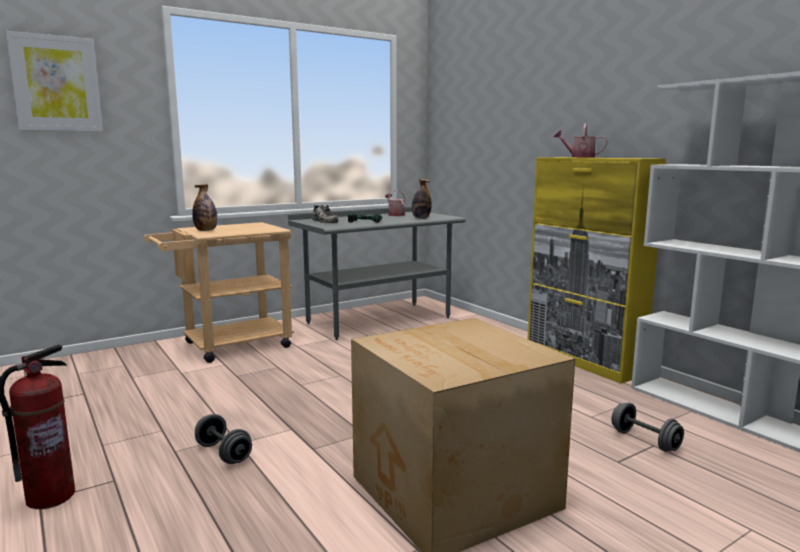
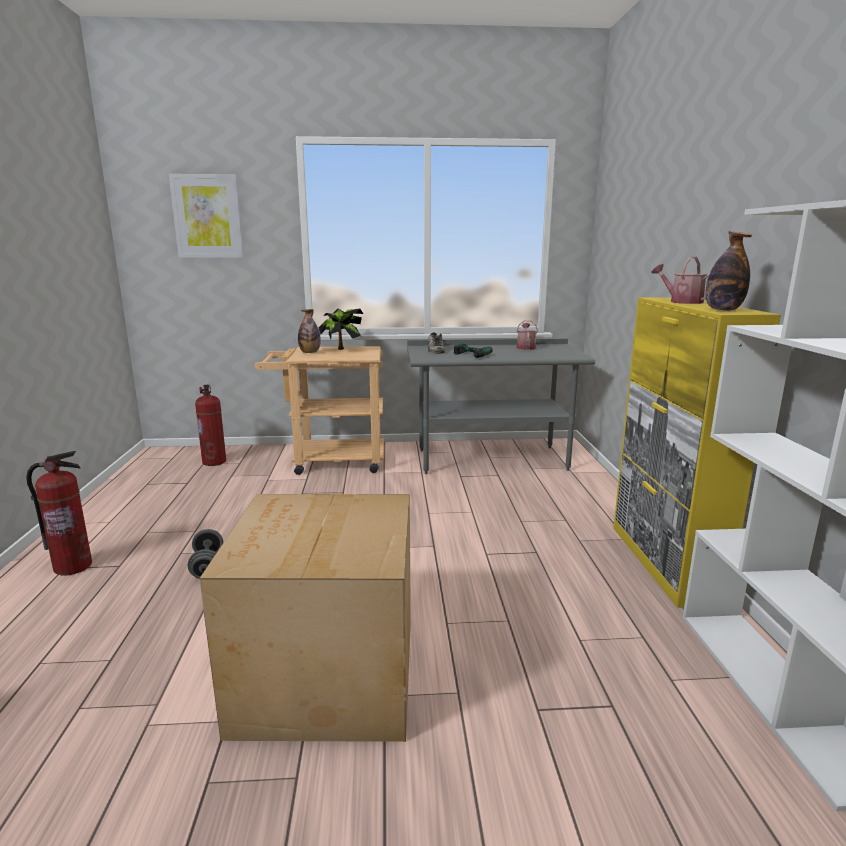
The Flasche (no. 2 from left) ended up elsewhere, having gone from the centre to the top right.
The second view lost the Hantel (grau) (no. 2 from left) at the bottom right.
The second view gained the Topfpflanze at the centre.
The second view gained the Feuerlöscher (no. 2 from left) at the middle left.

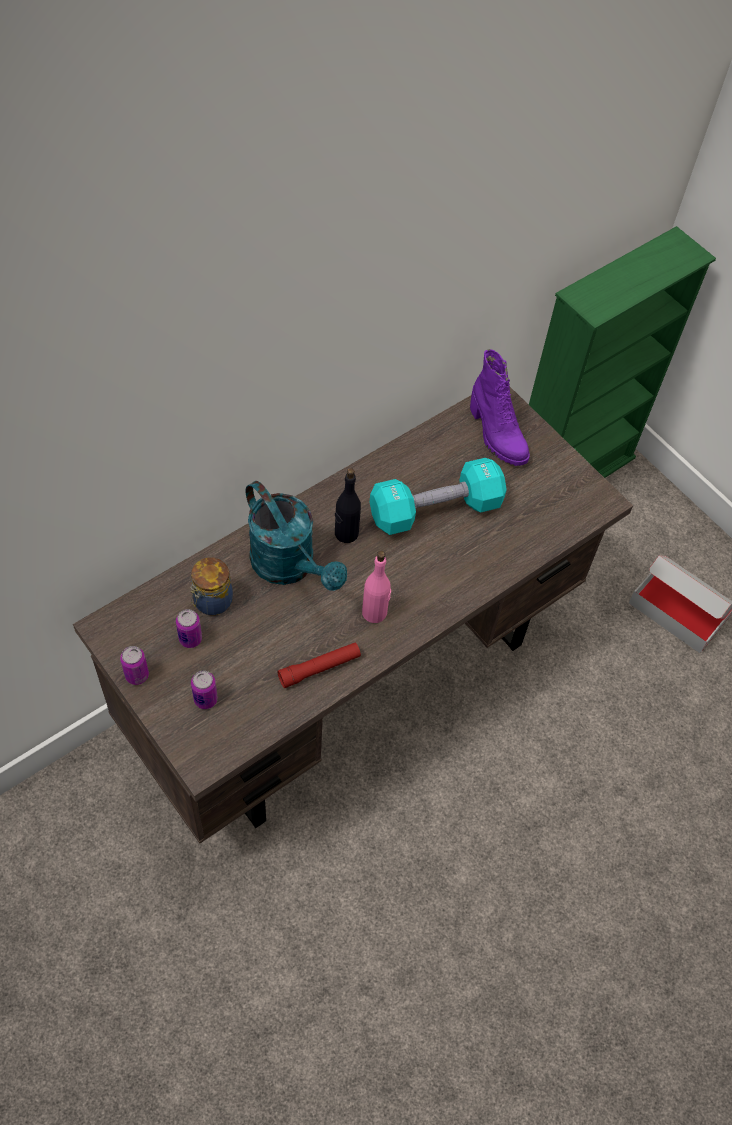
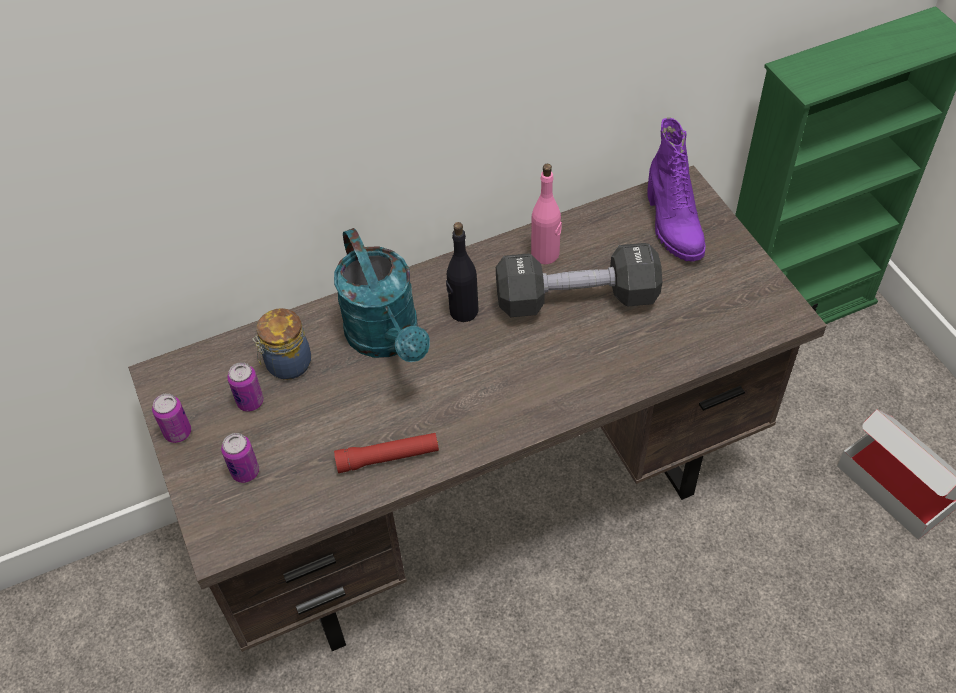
What was the Hantel (türkis) at the centre turned into the Hantel (schwarz) at the centre.
The Flasche (rosa) ended up elsewhere, having gone from the centre to the top centre.

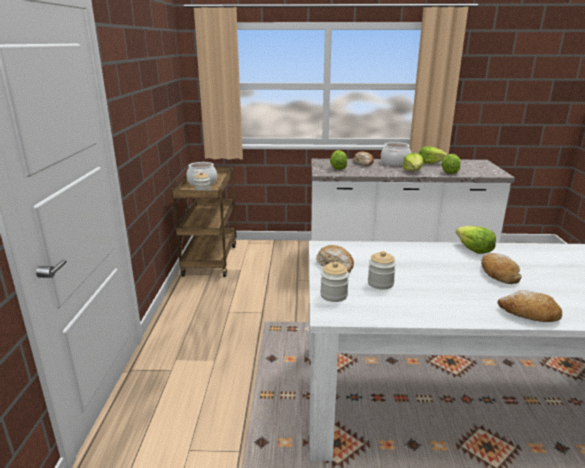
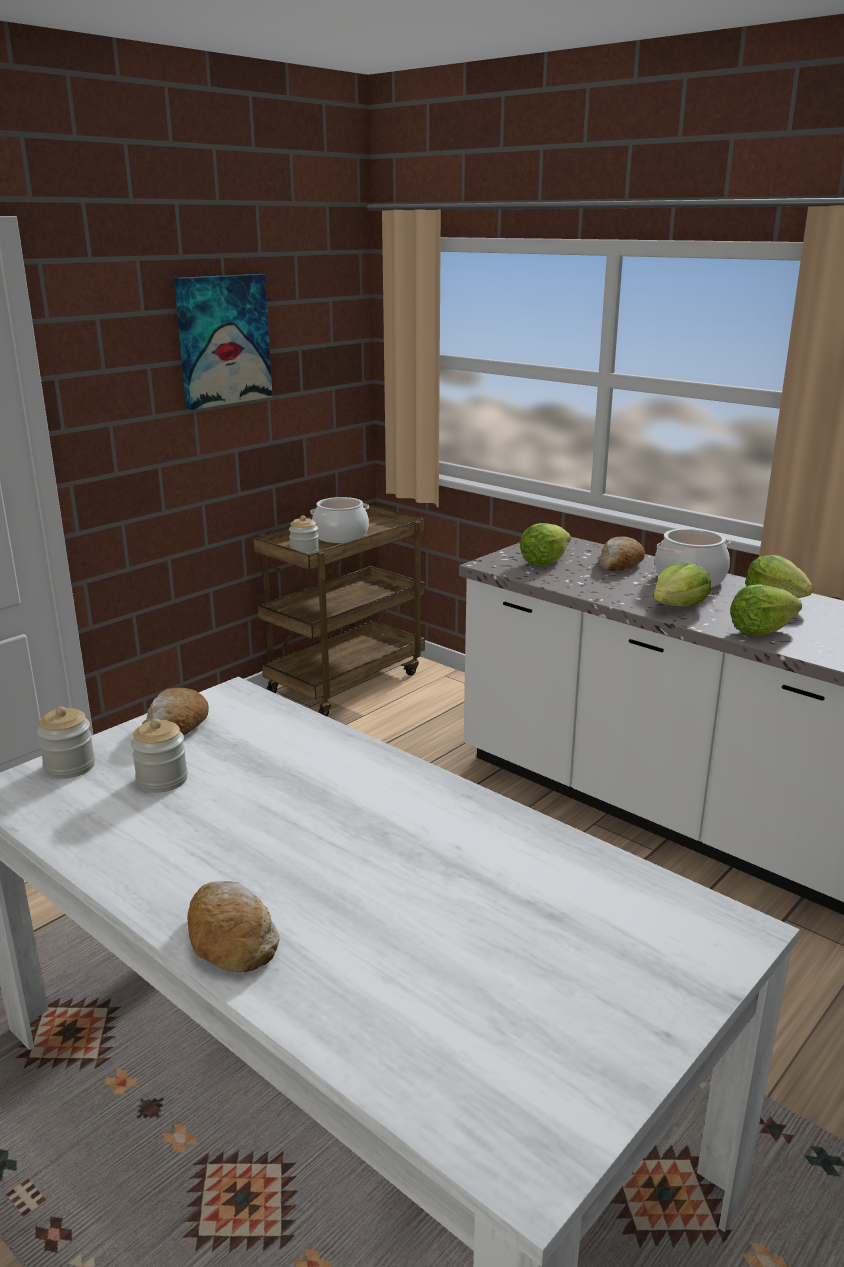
The second view lost the Salatkopf (no. 5 from left) at the middle right.
The second view lost the Brot (no. 3 from left) at the middle right.
The second view gained the Bild at the top left.

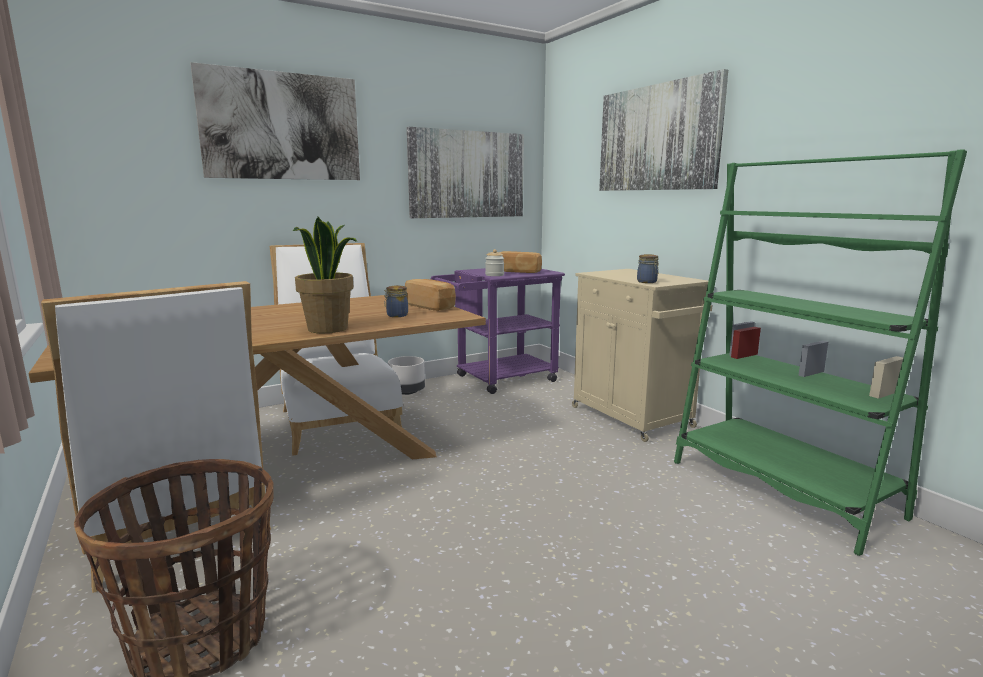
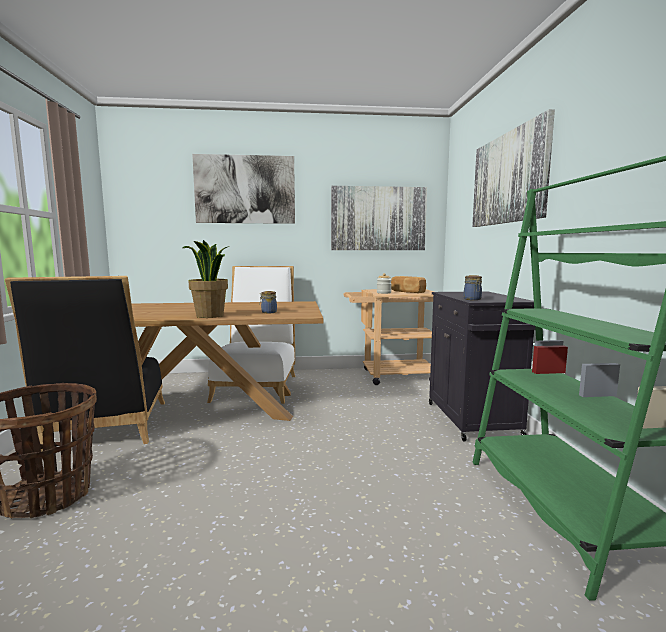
What was the Rollwagen (lila) at the centre turned into the Rollwagen (beige) at the centre.
What was the Schrank (beige) at the centre turned into the Schrank (schwarz) at the middle right.
The second view lost the Brot (no. 1 from left) at the centre.
What was the Stuhl (weiß) (no. 1 from left) at the middle left turned into the Stuhl (schwarz) at the middle left.
The second view lost the Pflanzkübel (grau) at the centre.

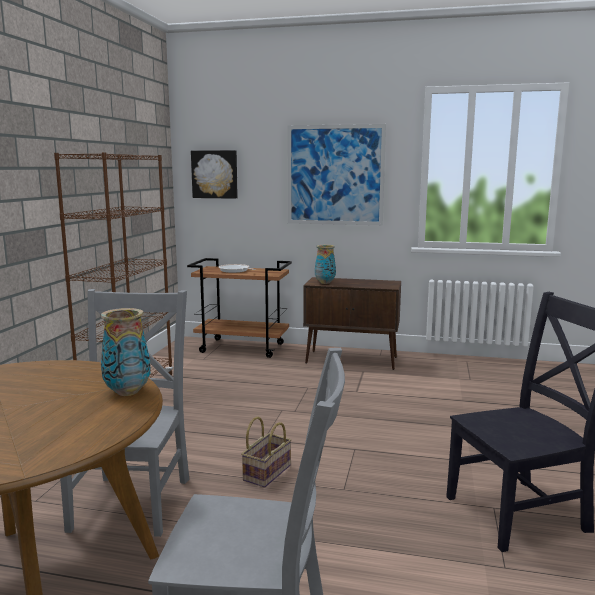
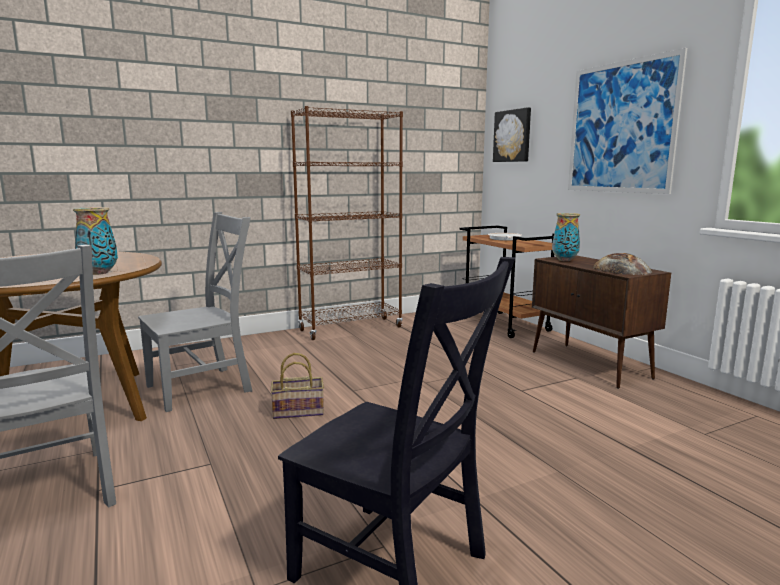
The second view gained the Brot at the middle right.

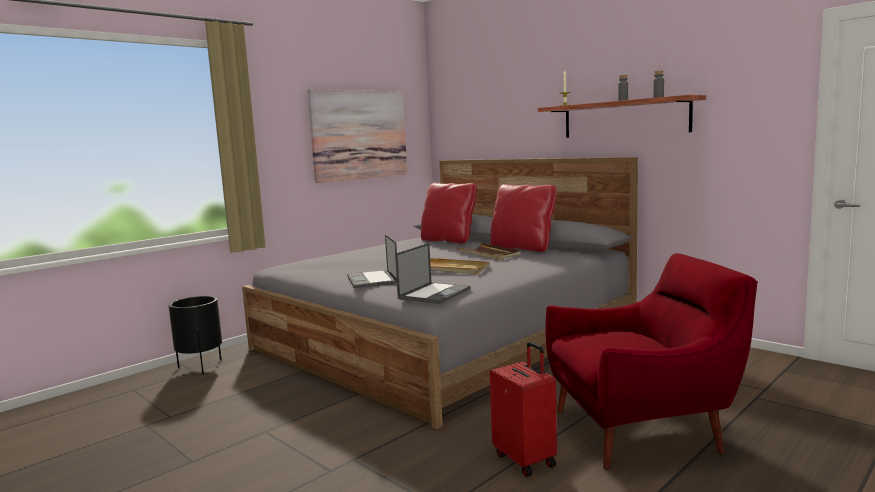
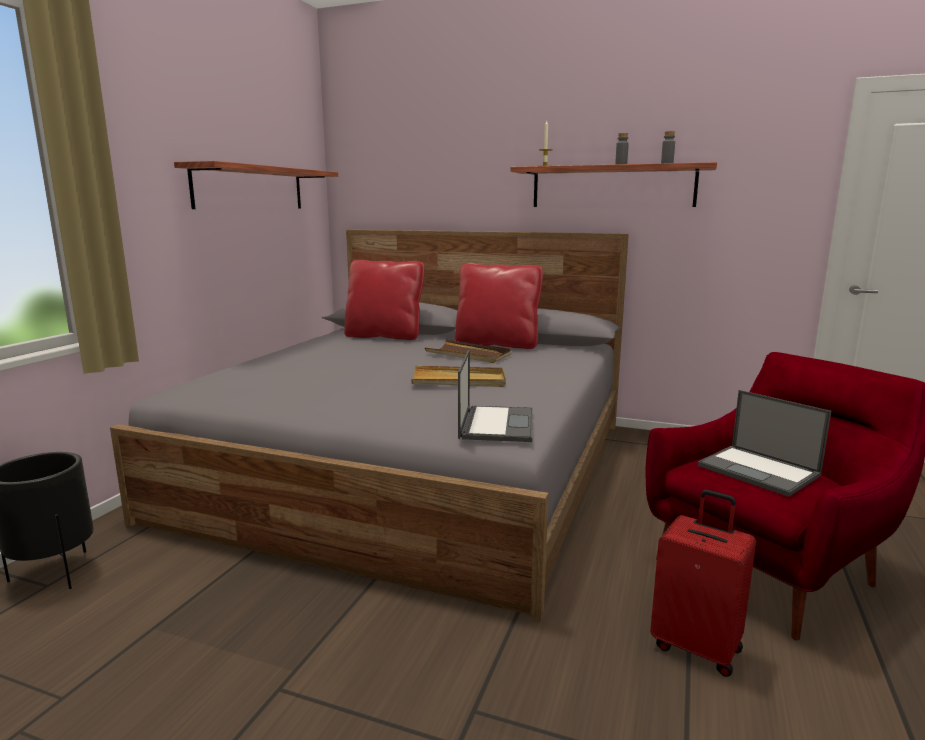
Where the Bild hung at the top centre, the Wandregal (no. 1 from left) came to hang at the top left.
The Laptop (no. 1 from left in the first image) ended up elsewhere, having gone from the centre to the middle right.

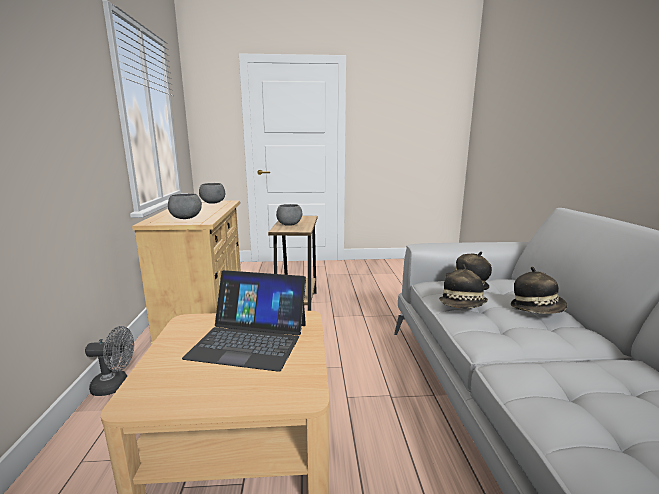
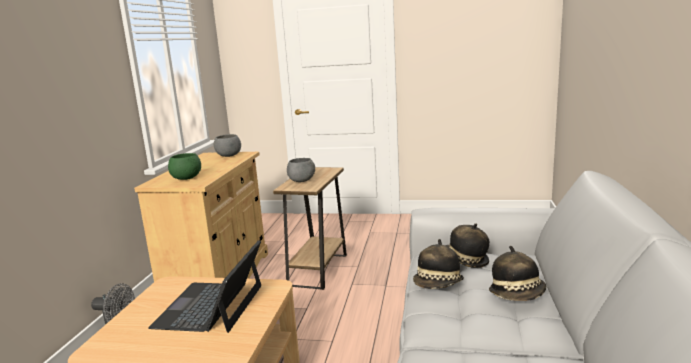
What was the Schüssel (grau) (no. 1 from left) at the middle left turned into the Schüssel (grün) at the middle left.
The Laptop at the centre ended up facing another way, 75 degrees clockwise from before.

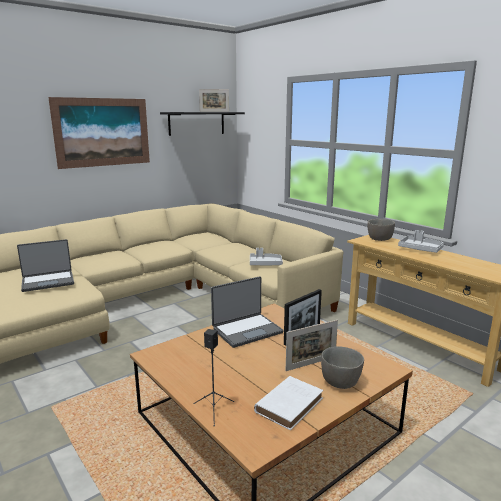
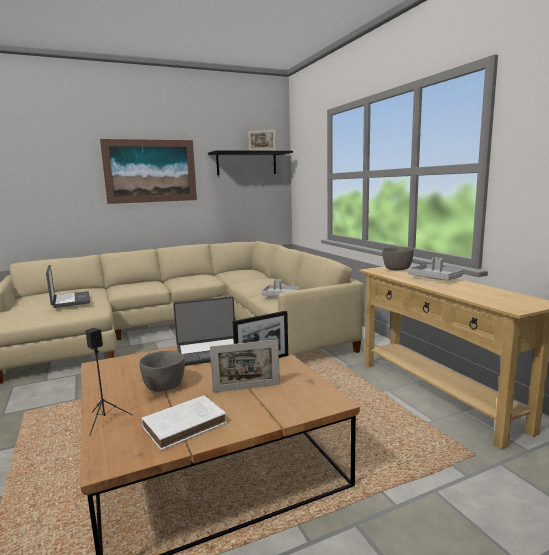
The Laptop (no. 1 from left) at the middle left ended up facing another way, 105 degrees counterclockwise from before.
The Schüssel (grau) (no. 1 from left) ended up elsewhere, having gone from the bottom right to the bottom left.

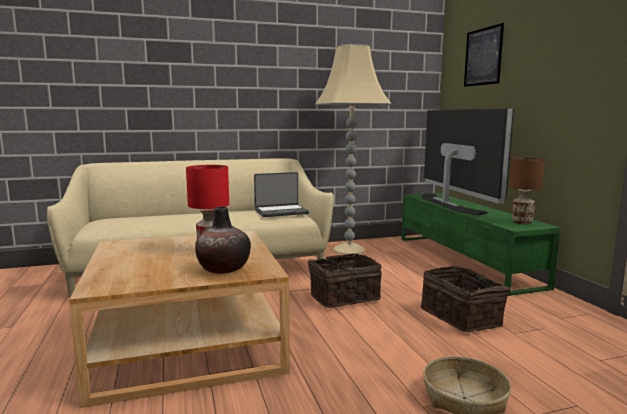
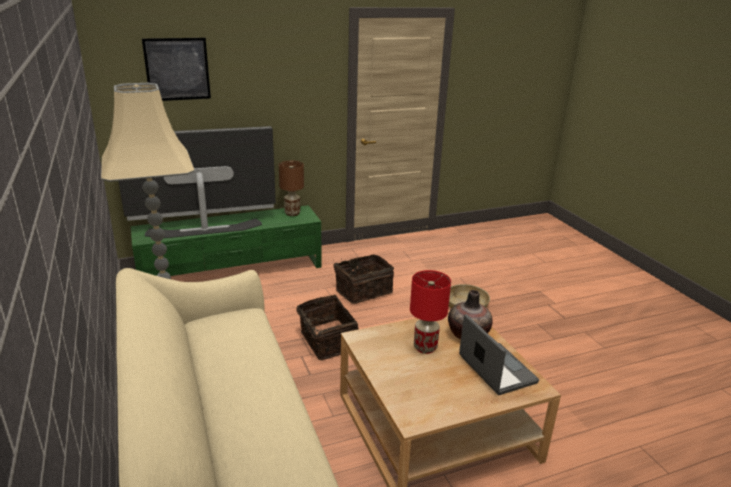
The Laptop ended up elsewhere, having gone from the centre to the bottom right.

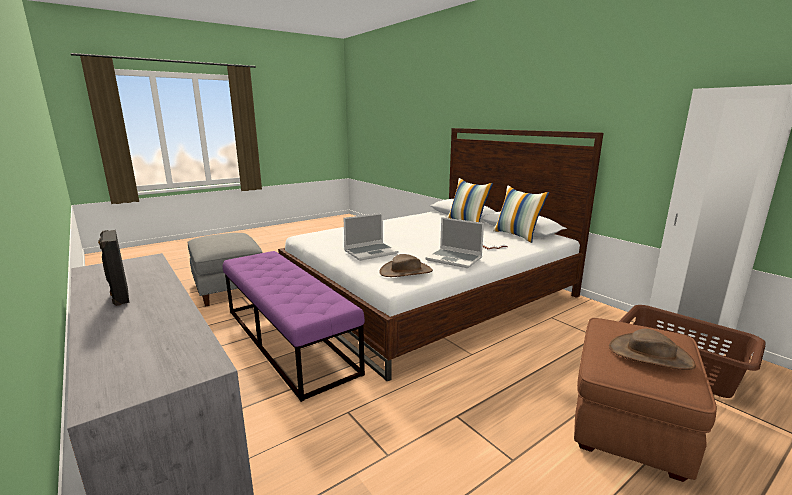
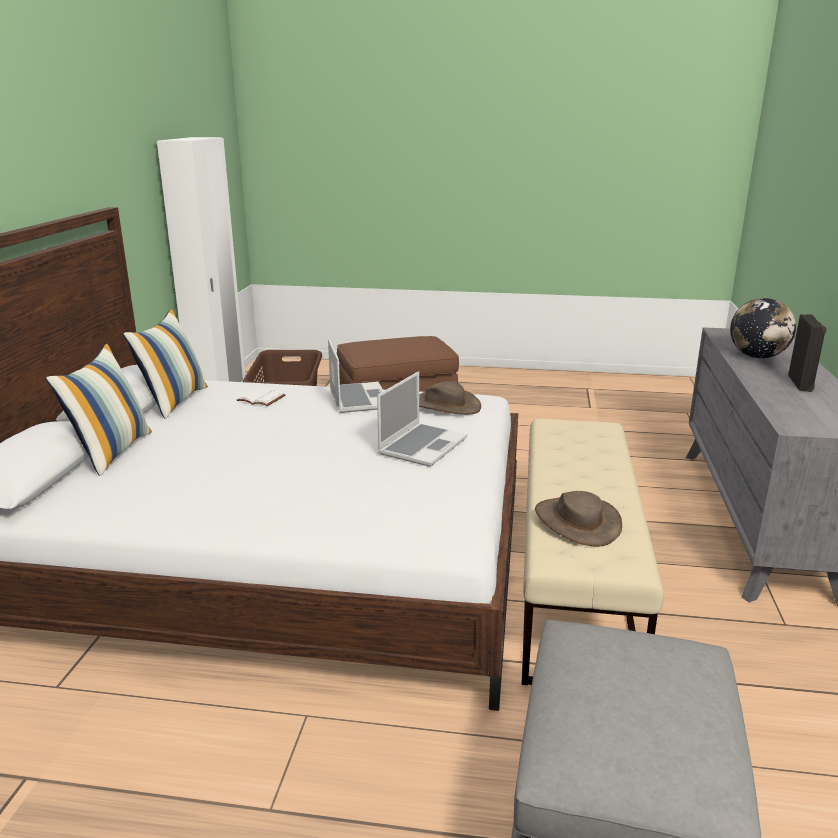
The Laptop (no. 1 from left in the first image) at the centre ended up facing another way, 105 degrees clockwise from before.
What was the Bank (lila) at the centre turned into the Bank (beige) at the middle right.
The Hut (braun) (no. 2 from left) ended up elsewhere, having gone from the bottom right to the middle right.
The second view gained the Globus at the middle right.

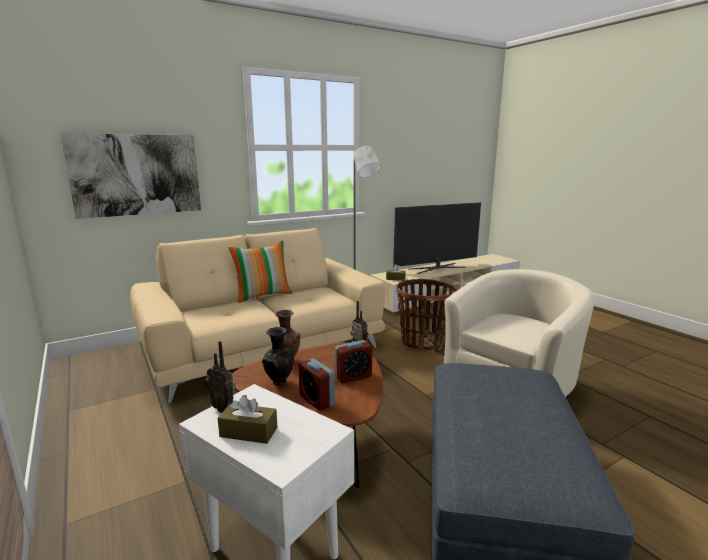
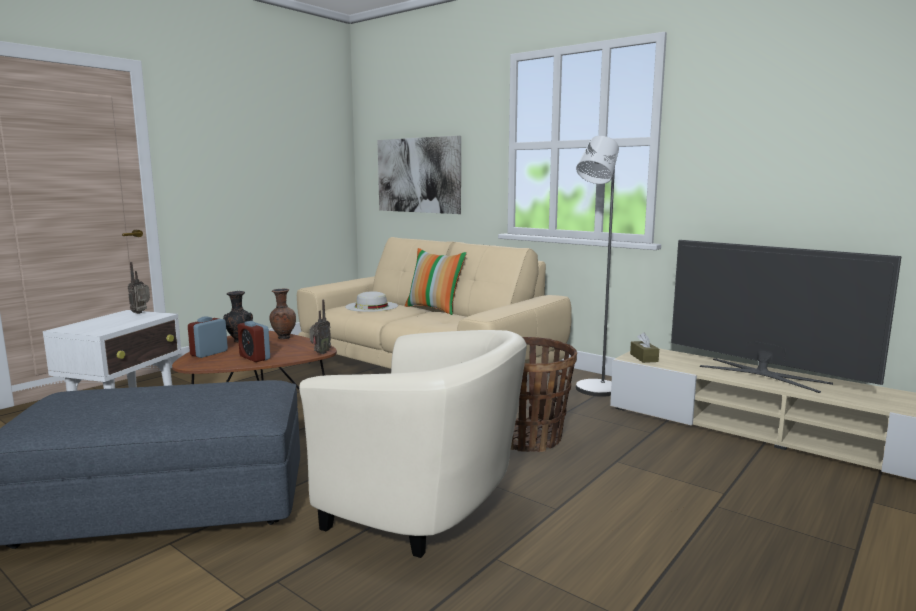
The second view lost the Taschentuchbox (braun) (no. 1 from left) at the bottom centre.
The second view gained the Hut (weiß) at the centre.

